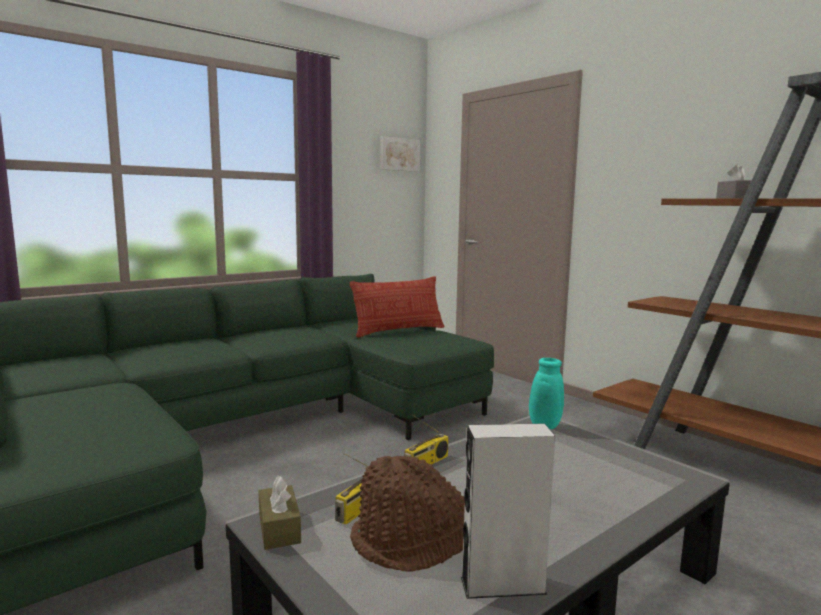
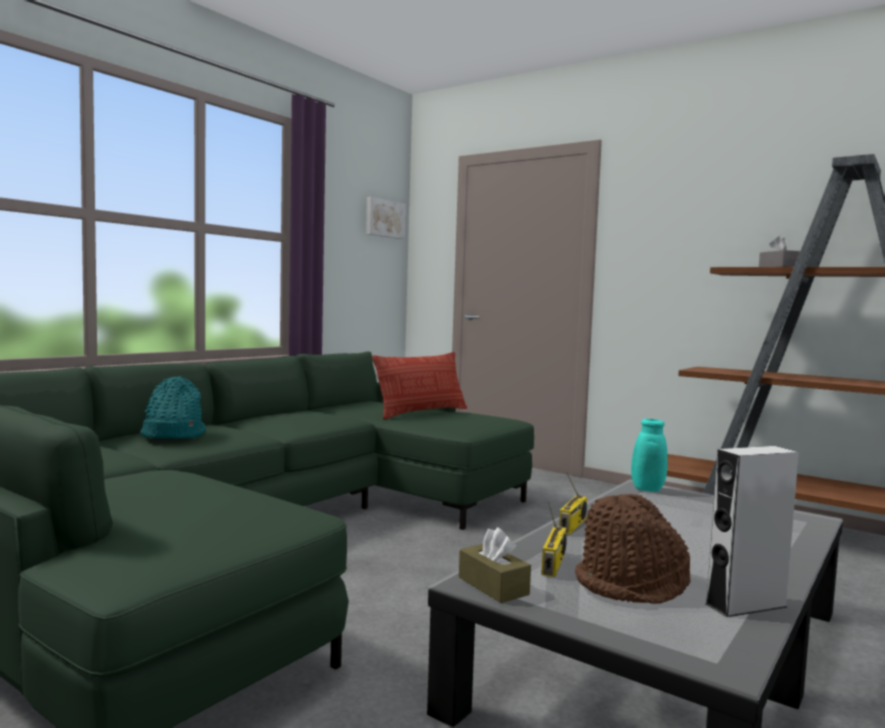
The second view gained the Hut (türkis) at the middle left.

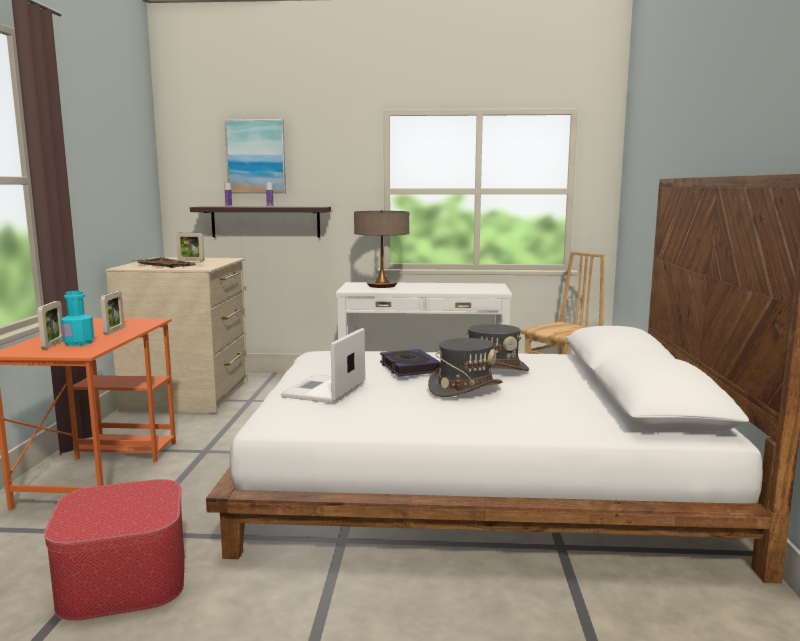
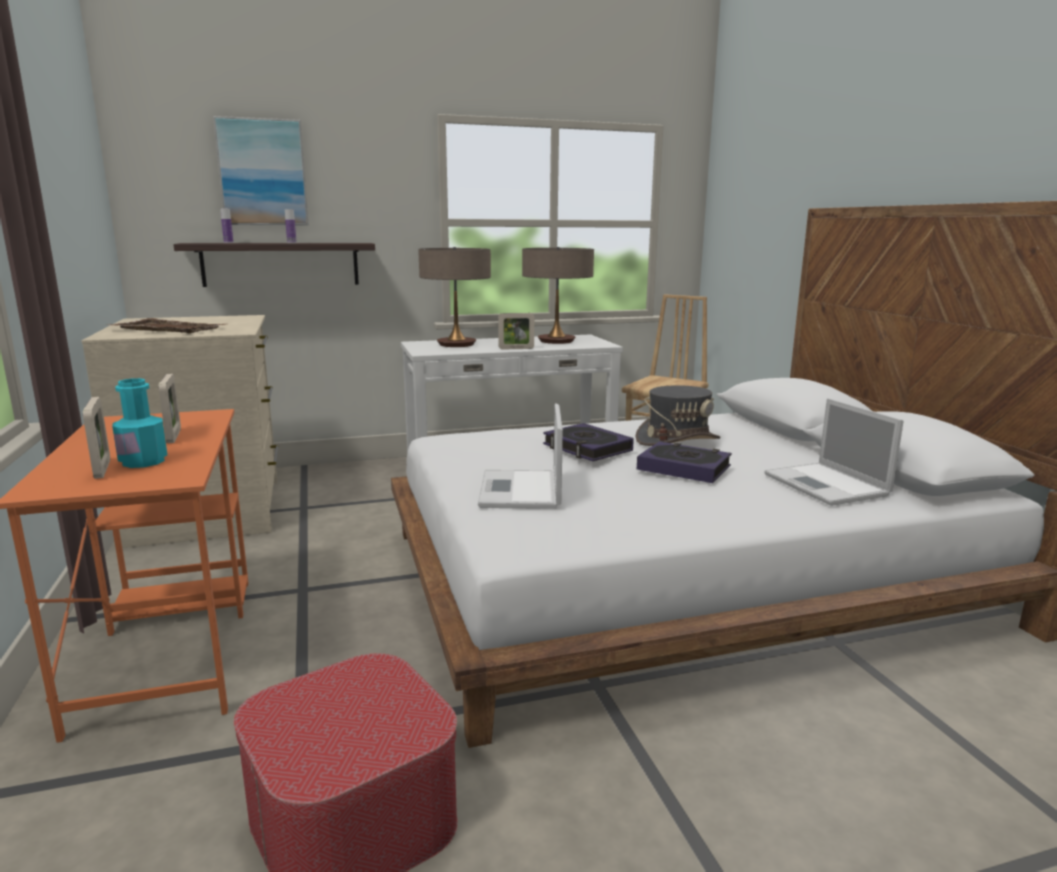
The Bilderrahmen (no. 3 from left) ended up elsewhere, having gone from the middle left to the centre.
Where the Hut (grau) (no. 1 from left) stood at the centre, the Buch (no. 2 from left) came to stand at the centre.
The second view gained the Tischlampe (no. 2 from left) at the centre.
The second view gained the Laptop (no. 2 from left) at the middle right.

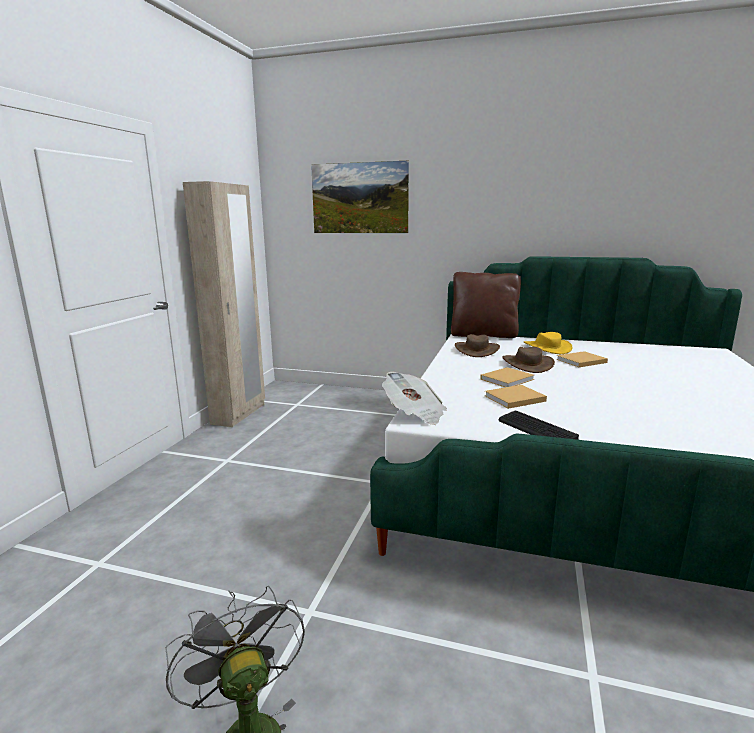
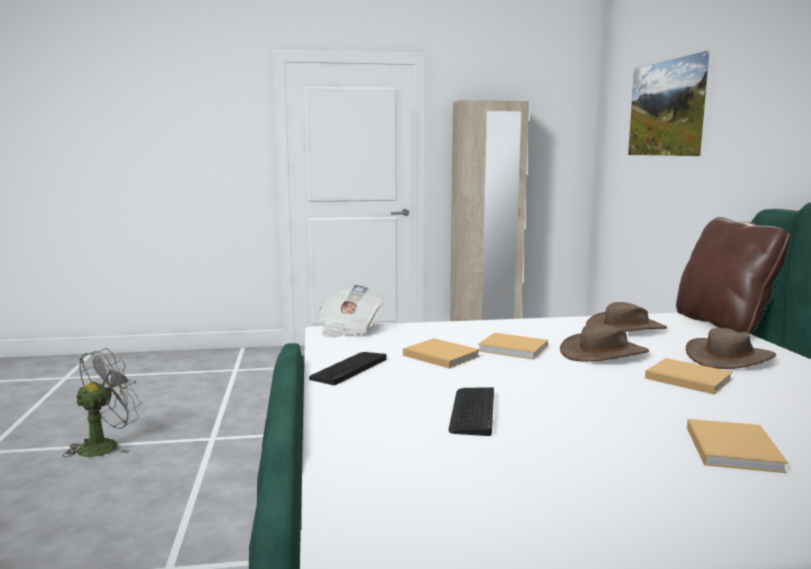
What was the Hut (gelb) at the middle right turned into the Hut (braun) (no. 3 from left) at the middle right.
The second view gained the Tastatur (no. 2 from left) at the bottom centre.
The second view gained the Buch (beige) (no. 4 from left) at the bottom right.

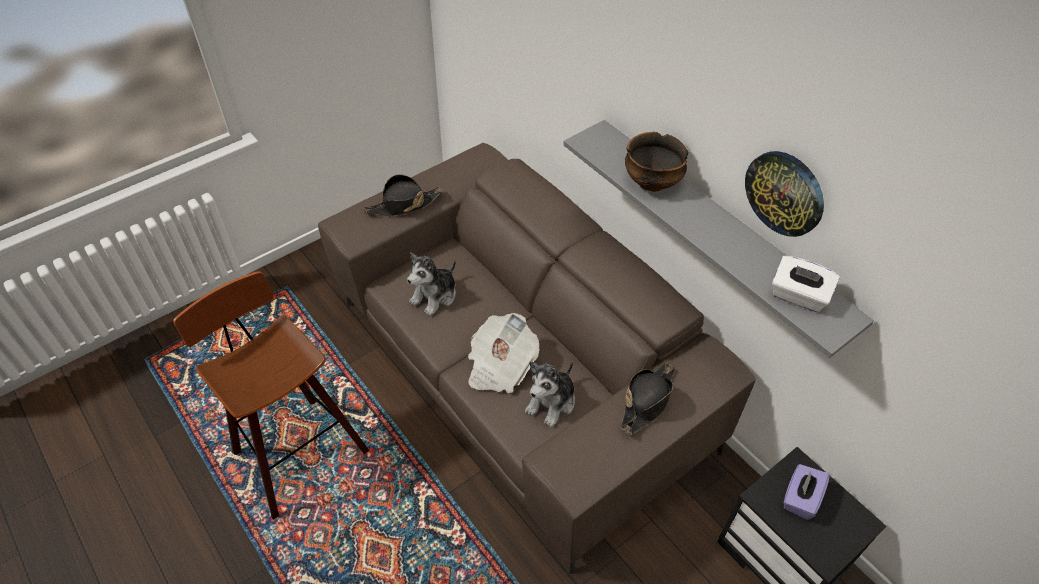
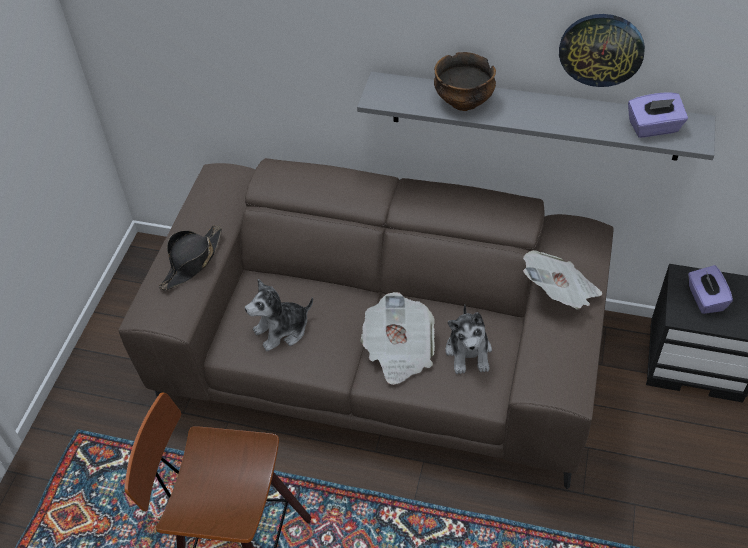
The Plüschtier (no. 1 from left) at the centre ended up facing another way, 60 degrees clockwise from before.
What was the Taschentuchbox (weiß) at the middle right turned into the Taschentuchbox (lila) (no. 1 from left) at the top right.
Where the Hut (schwarz) (no. 2 from left) stood at the bottom centre, the Zeitung (no. 2 from left) came to stand at the middle right.

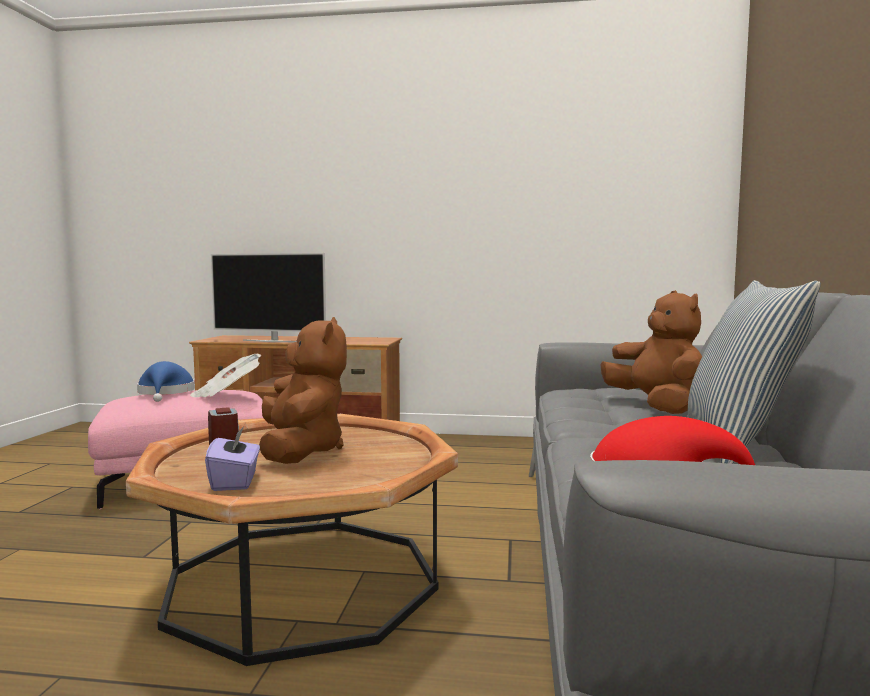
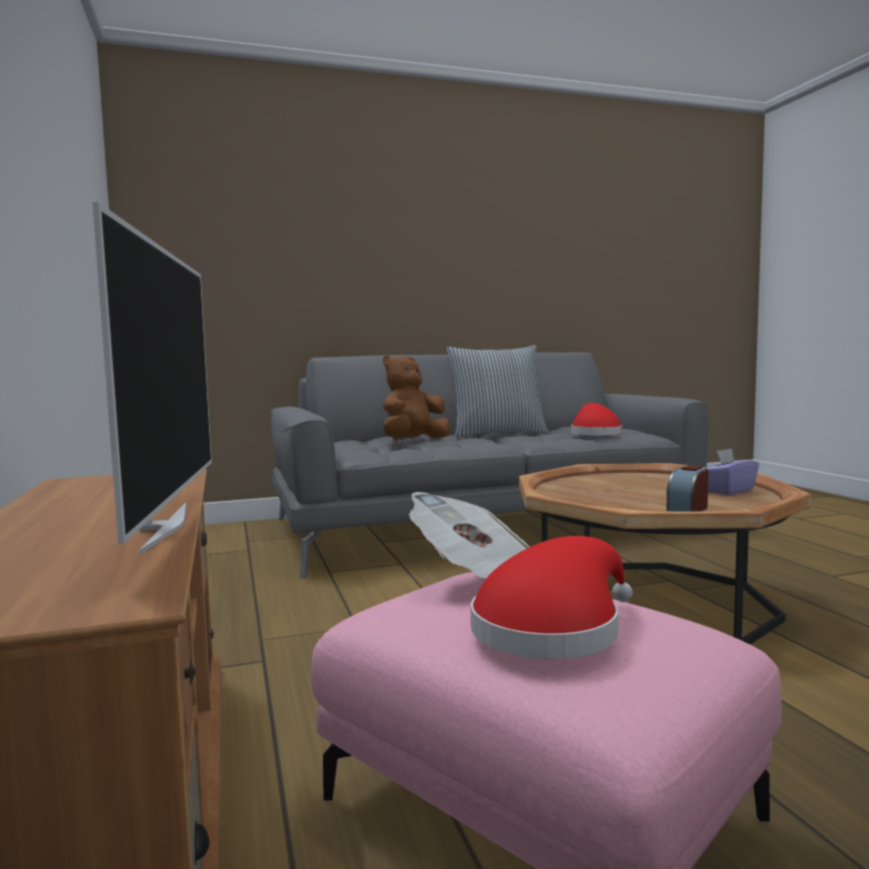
The second view lost the Plüschtier (braun) (no. 1 from left) at the centre.
What was the Hut (blau) at the middle left turned into the Hut (rot) (no. 1 from left) at the bottom centre.

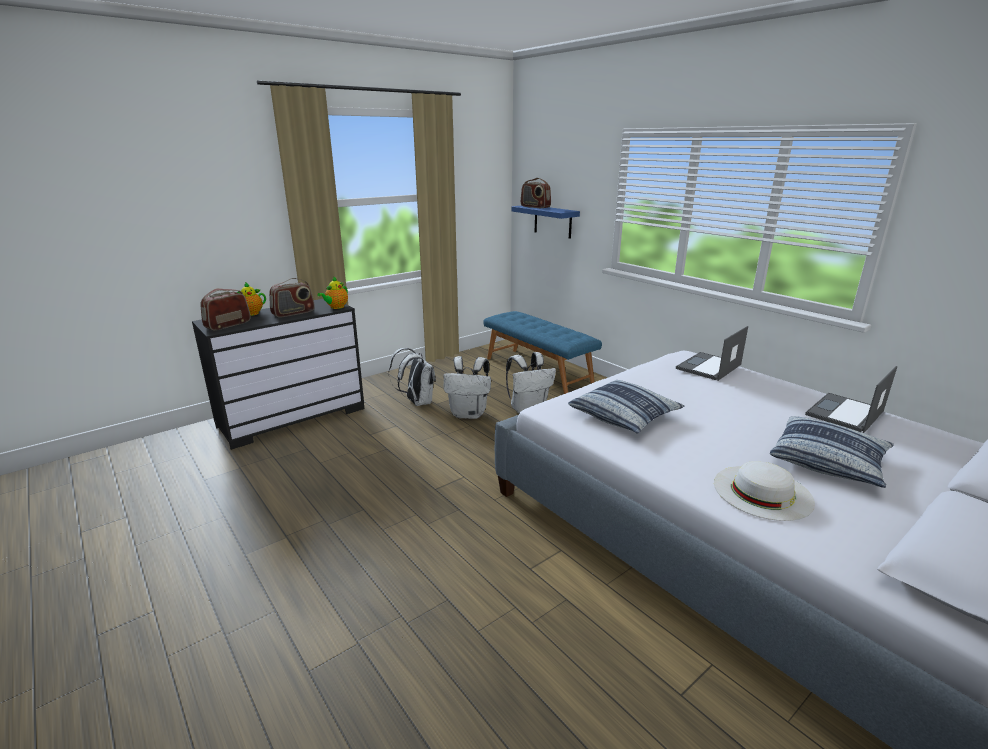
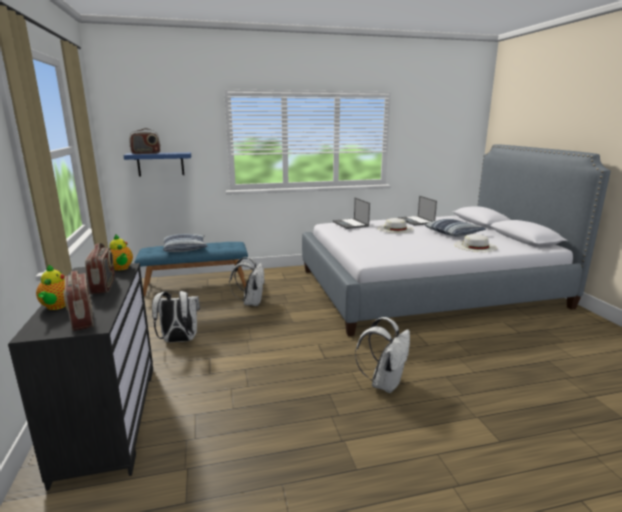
The Rucksack (weiß) (no. 2 from left in the first image) ended up elsewhere, having gone from the centre to the bottom centre.
The Kissen (no. 1 from left) ended up elsewhere, having gone from the centre to the middle left.
The second view gained the Hut (weiß) (no. 1 from left) at the centre.

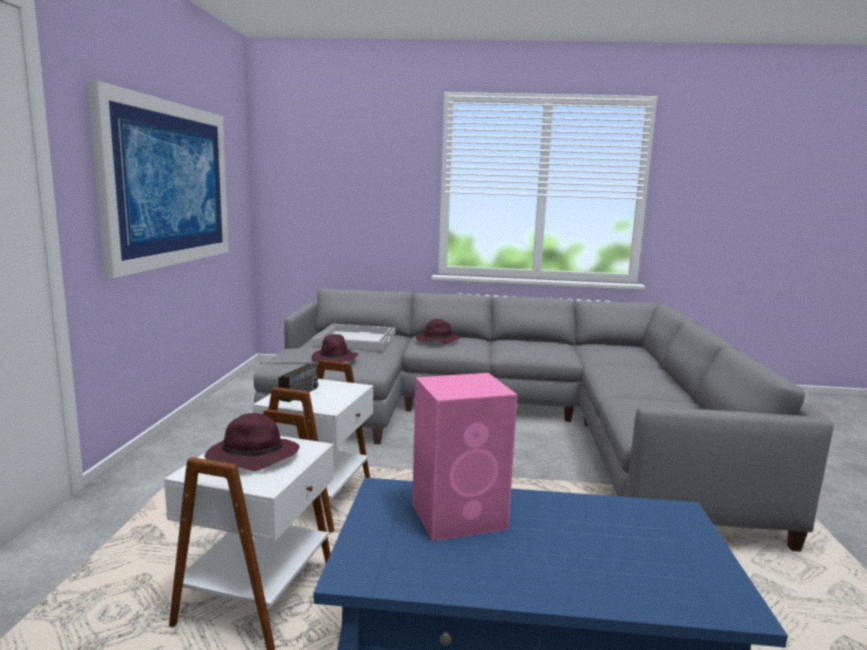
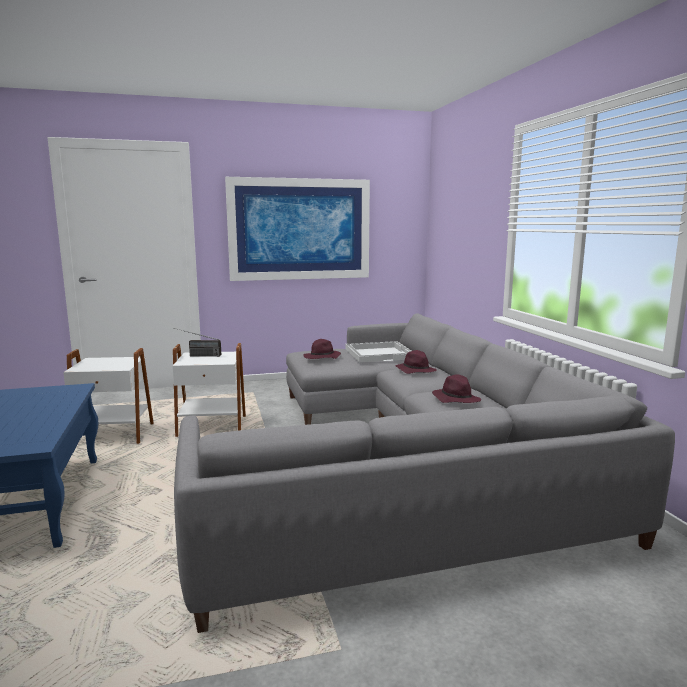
The second view lost the Lautsprecher (rosa) at the bottom centre.
The Hut (lila) (no. 1 from left in the first image) ended up elsewhere, having gone from the bottom left to the centre.

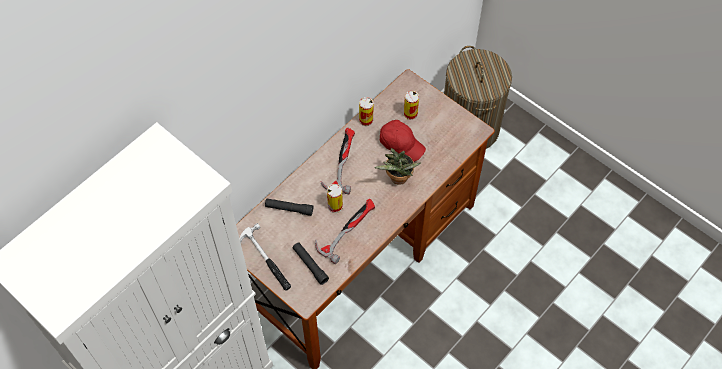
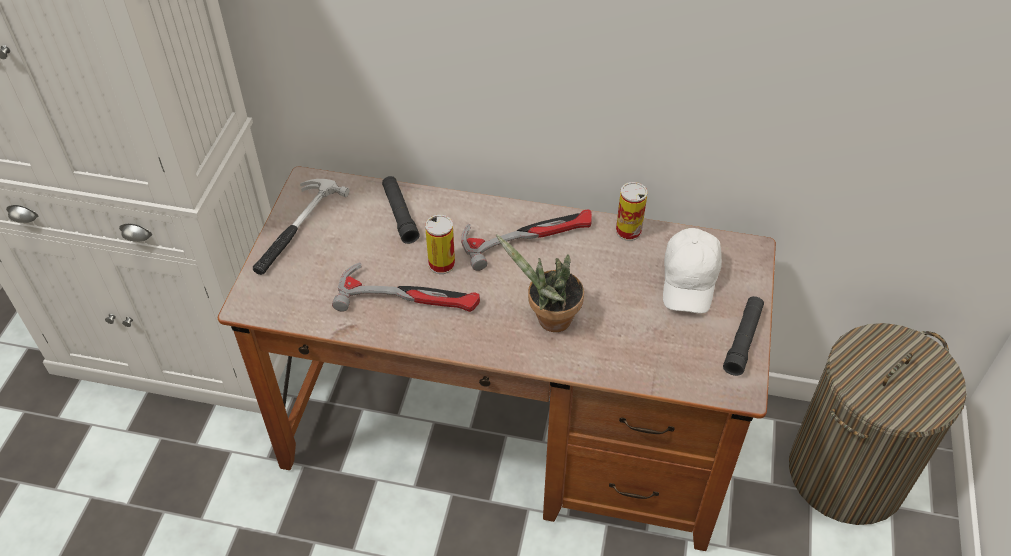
Where the Dose (no. 3 from left) stood at the top centre, the Kappe (weiß) came to stand at the middle right.
The second view lost the Kappe (rot) at the centre.
The Taschenlampe (schwarz) (no. 2 from left) ended up elsewhere, having gone from the bottom centre to the middle right.

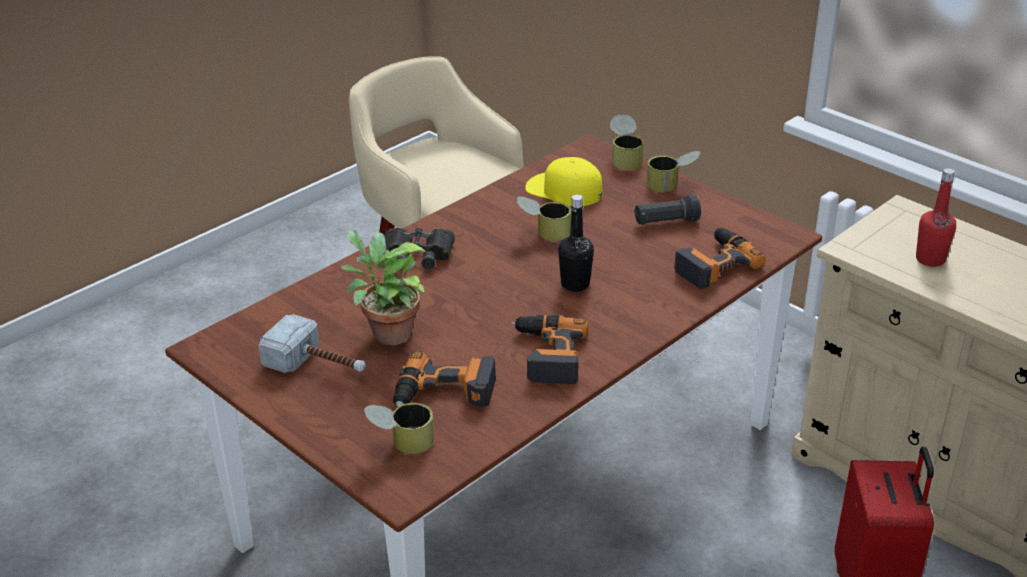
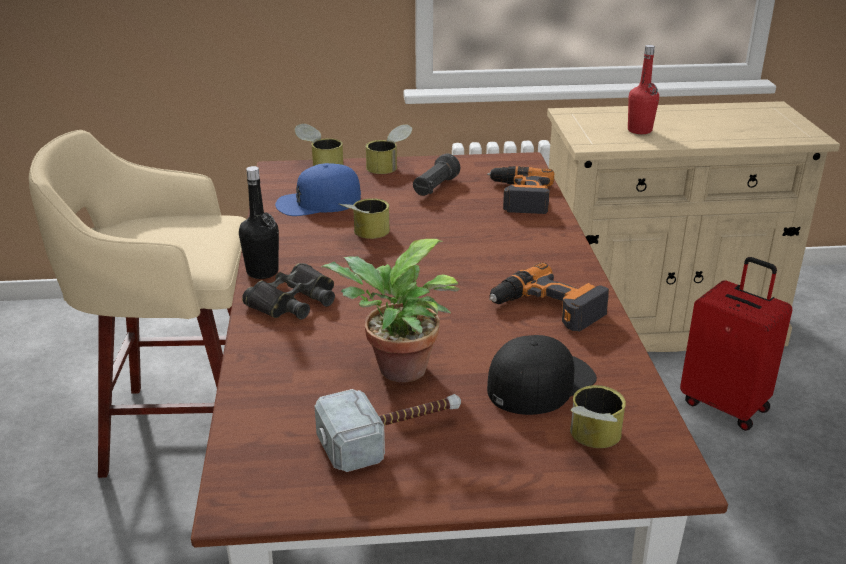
What was the Kappe (gelb) at the top centre turned into the Kappe (blau) at the centre.
The Flasche (schwarz) ended up elsewhere, having gone from the centre to the middle left.
Where the Bohrmaschine (no. 1 from left) stood at the centre, the Kappe (schwarz) came to stand at the centre.

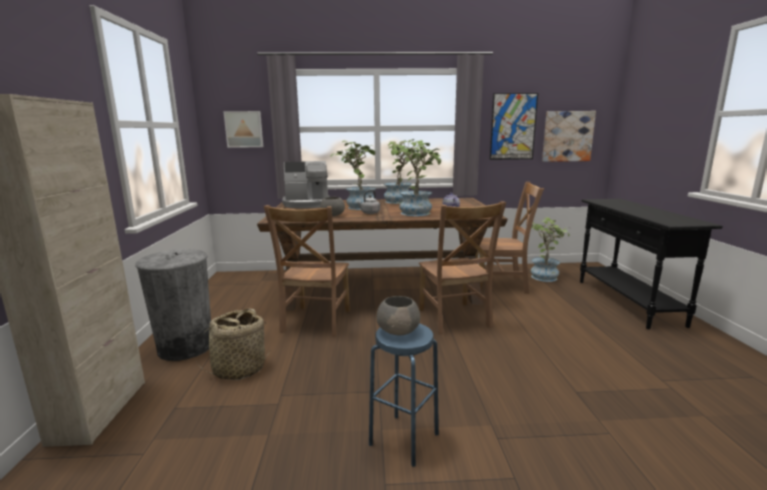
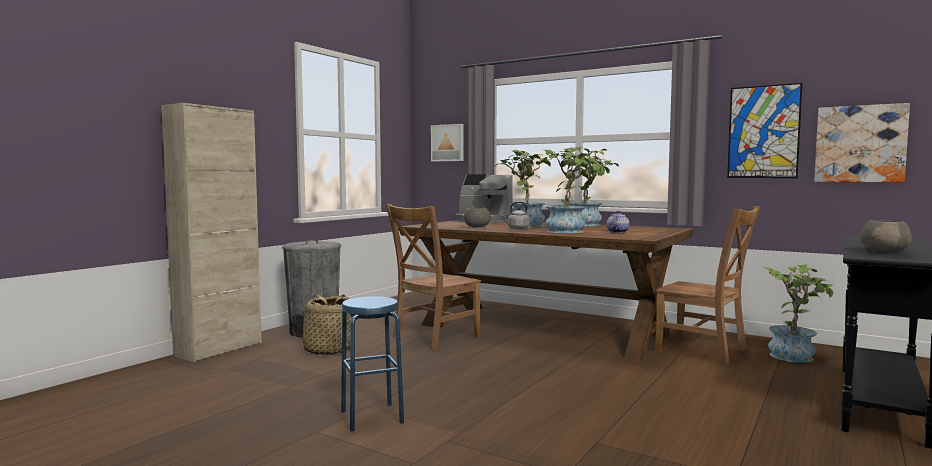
The second view lost the Stuhl (braun) (no. 2 from left) at the centre.
The Schüssel (grau) (no. 2 from left) ended up elsewhere, having gone from the centre to the middle right.

